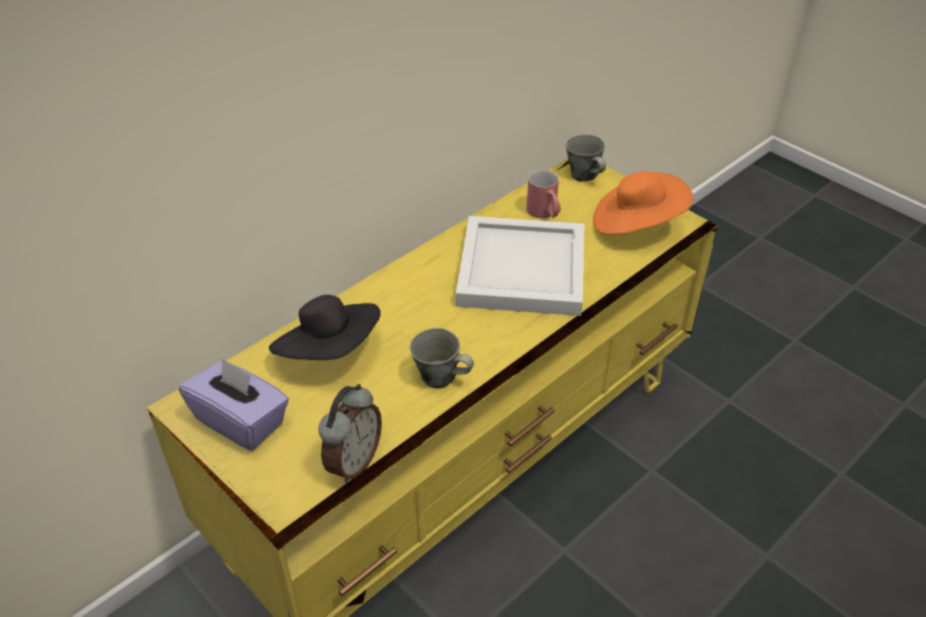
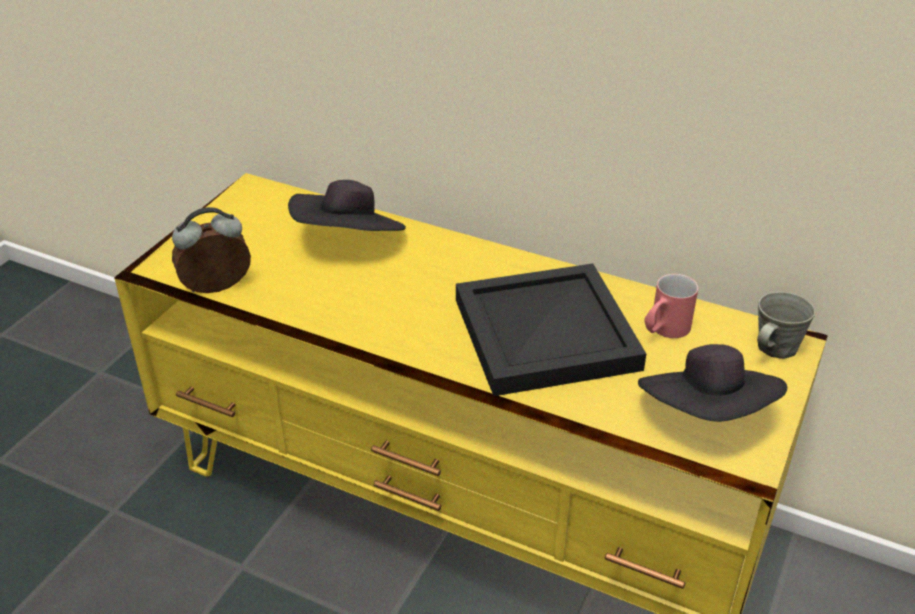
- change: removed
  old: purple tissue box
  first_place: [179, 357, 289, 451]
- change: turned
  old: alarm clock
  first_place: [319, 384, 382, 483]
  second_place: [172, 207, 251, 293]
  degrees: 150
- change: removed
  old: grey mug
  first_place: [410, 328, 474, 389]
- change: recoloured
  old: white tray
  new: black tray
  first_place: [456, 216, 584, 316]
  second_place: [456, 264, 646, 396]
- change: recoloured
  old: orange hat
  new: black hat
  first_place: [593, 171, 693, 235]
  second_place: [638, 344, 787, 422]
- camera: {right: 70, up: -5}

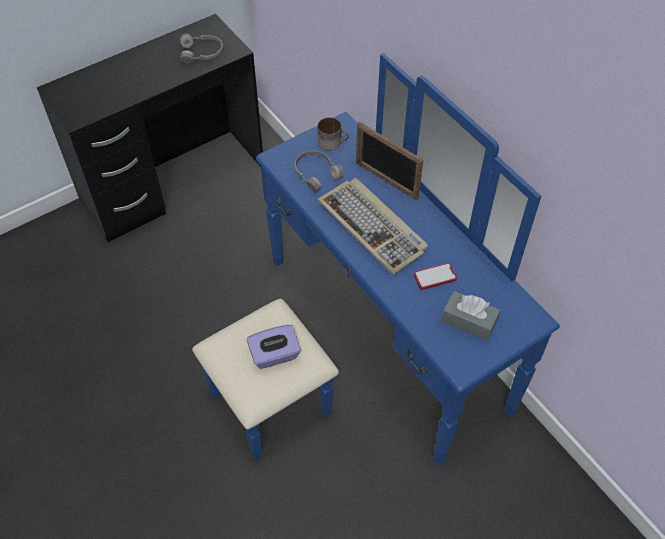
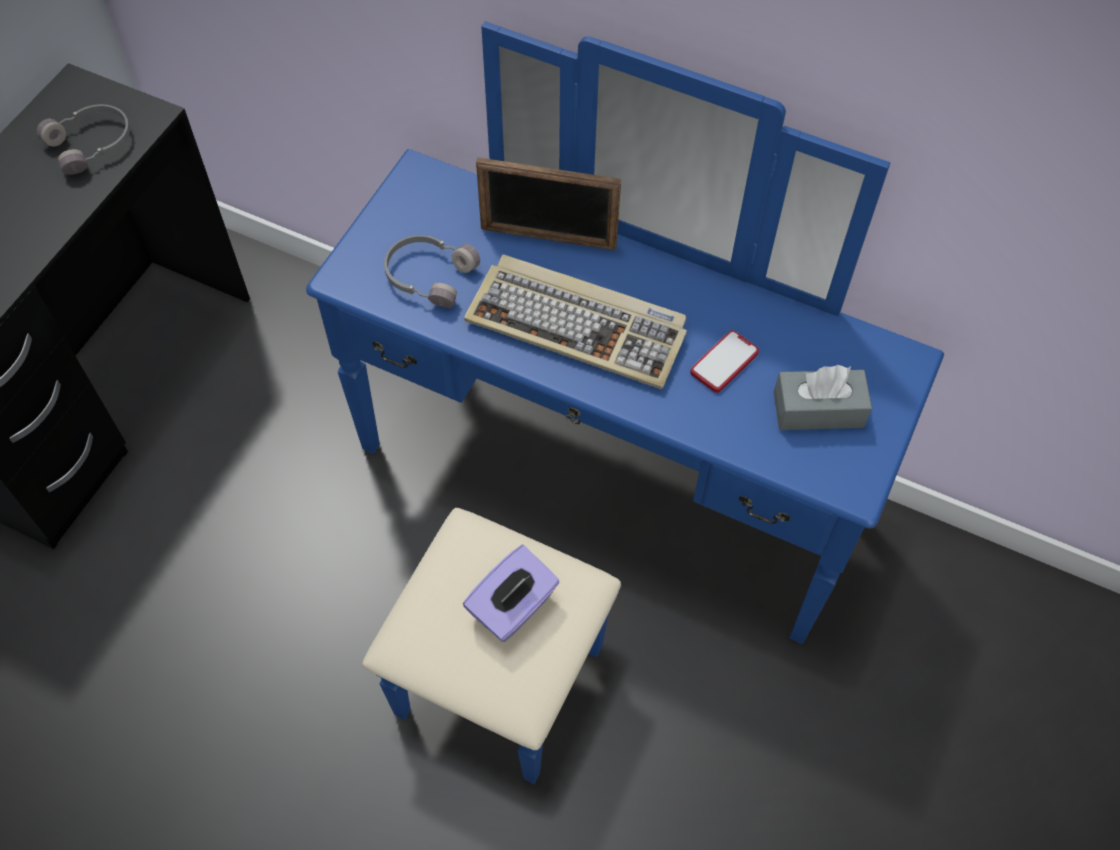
- change: removed
  old: mug
  first_place: [317, 117, 349, 151]
- camera: {right: -30, up: 5}

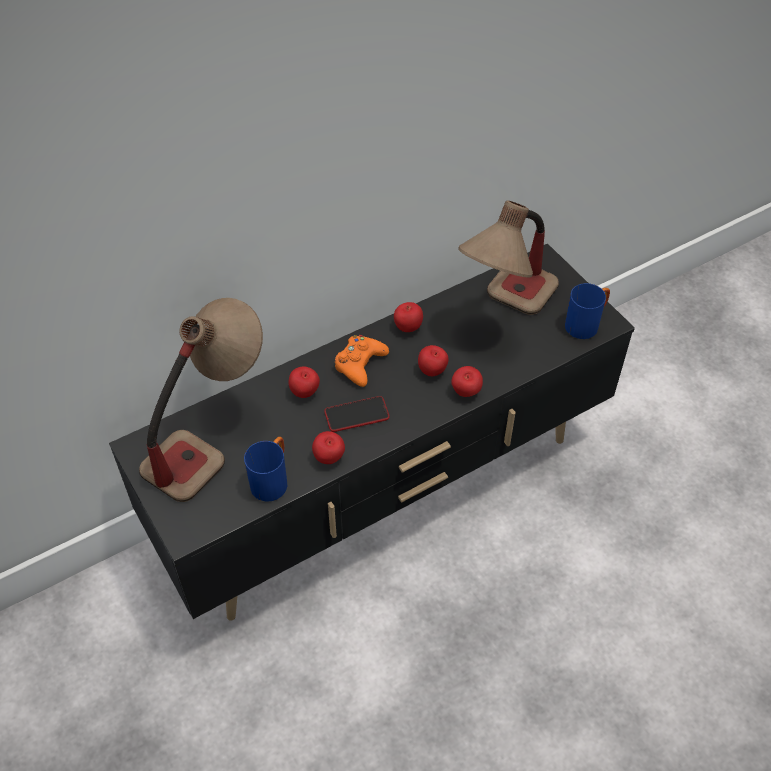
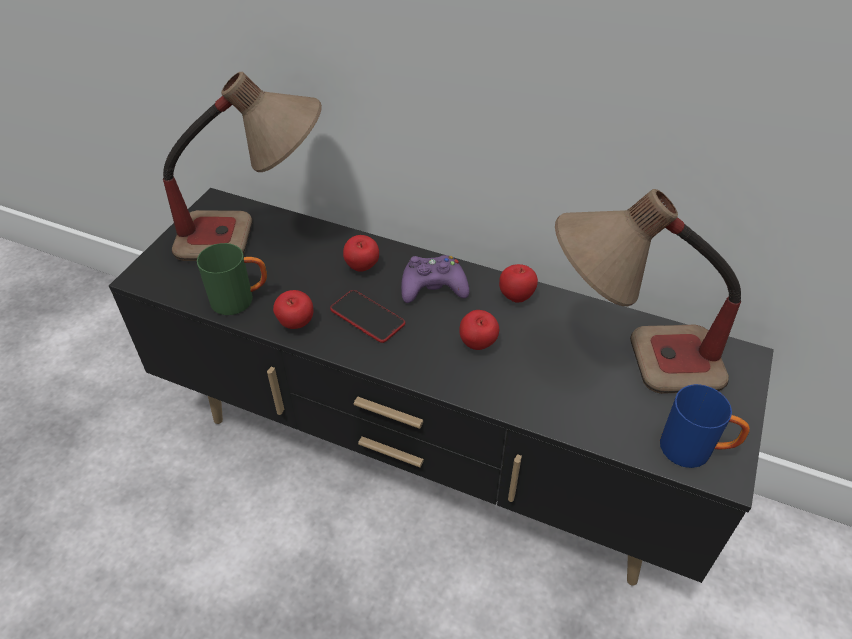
- change: recoloured
  old: blue mug
  new: green mug
  first_place: [244, 437, 287, 502]
  second_place: [197, 243, 267, 315]
- change: recoloured
  old: orange game controller
  new: purple game controller
  first_place: [335, 335, 389, 387]
  second_place: [401, 255, 469, 303]
- change: removed
  old: apple
  first_place: [451, 366, 483, 397]
- camera: {right: 55, up: -5}

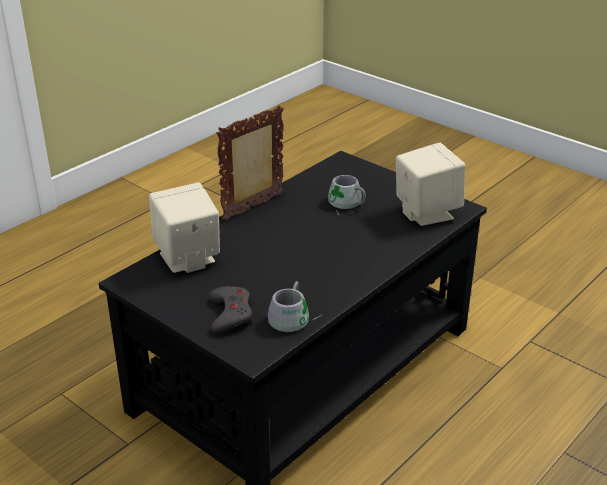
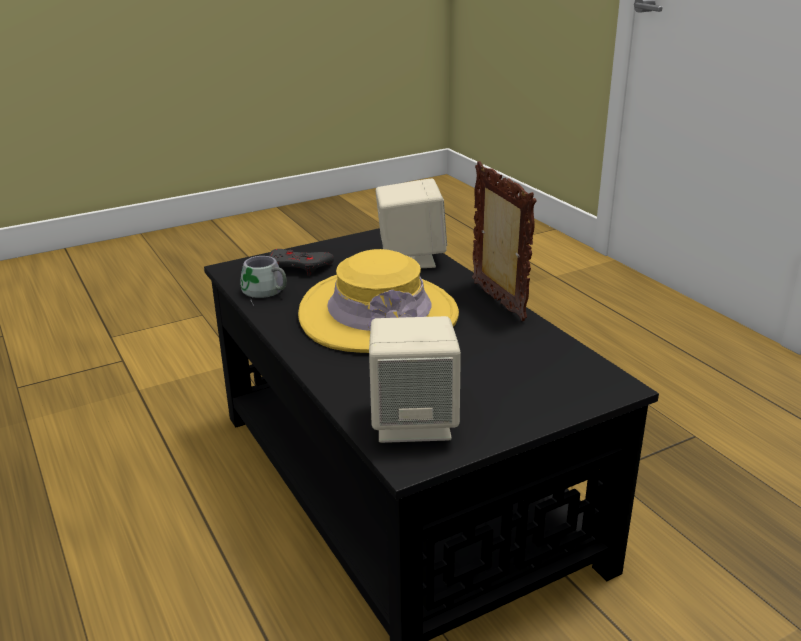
- change: removed
  old: grey mug
  first_place: [328, 175, 366, 216]
- change: added
  new: yellow hat
  second_place: [298, 249, 459, 353]
- camera: {right: 110, up: -5}

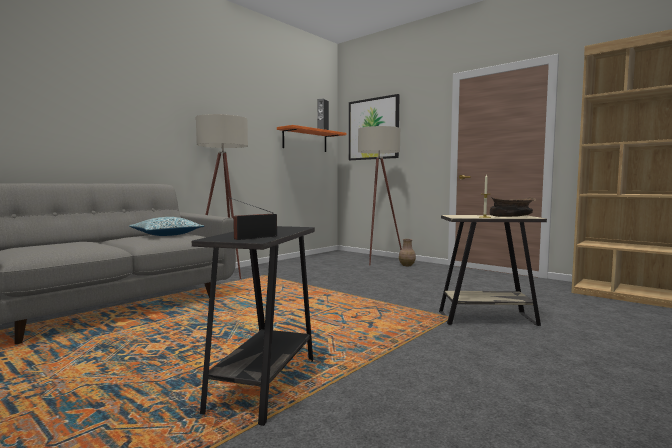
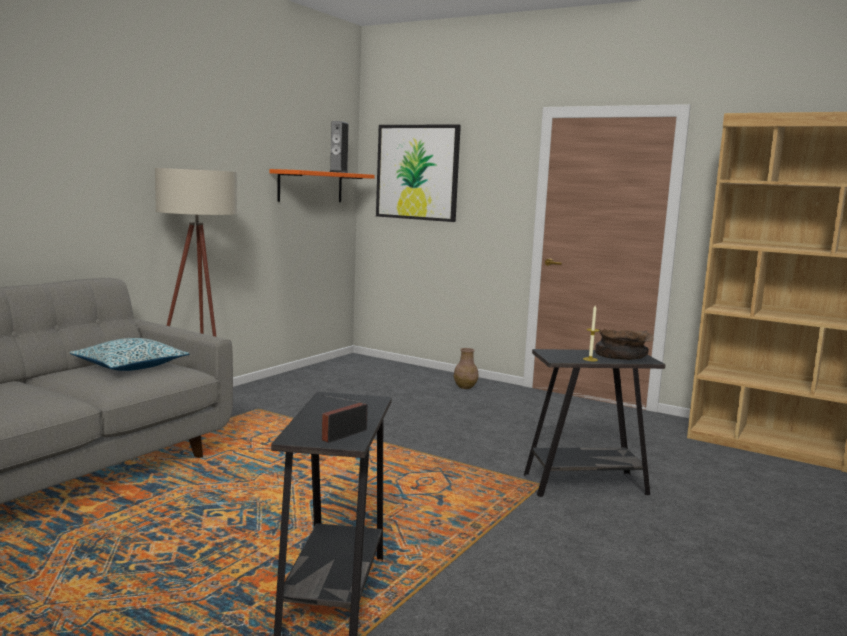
- change: removed
  old: beige floor lamp
  first_place: [358, 126, 402, 265]
- change: recoloured
  old: beige side table
  new: black side table
  first_place: [439, 215, 547, 326]
  second_place: [524, 349, 665, 497]
- camera: {right: -10, up: 5}

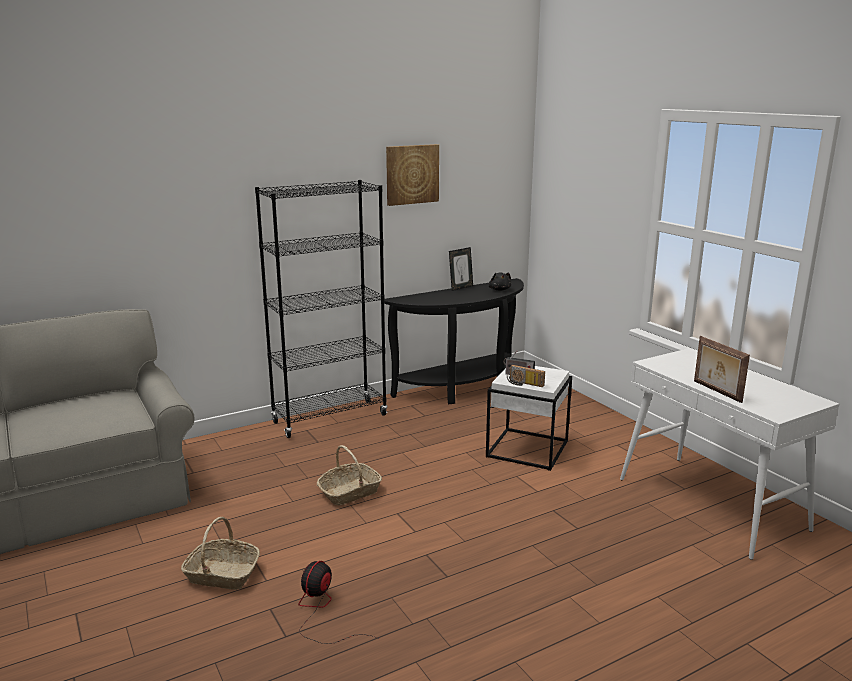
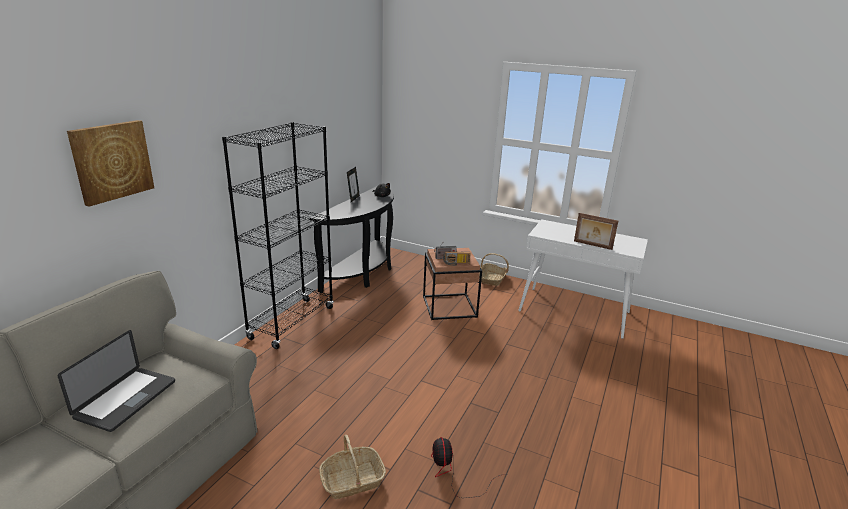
- change: moved
  old: basket
  first_place: [317, 445, 382, 505]
  second_place: [479, 253, 509, 286]
- change: moved
  old: picture
  first_place: [386, 144, 439, 206]
  second_place: [67, 120, 154, 207]
- change: recoloured
  old: white side table
  new: brown side table
  first_place: [486, 366, 572, 471]
  second_place: [423, 248, 482, 320]
- change: added
  new: laptop
  second_place: [58, 330, 175, 432]
- camera: {right: -35, up: 5}

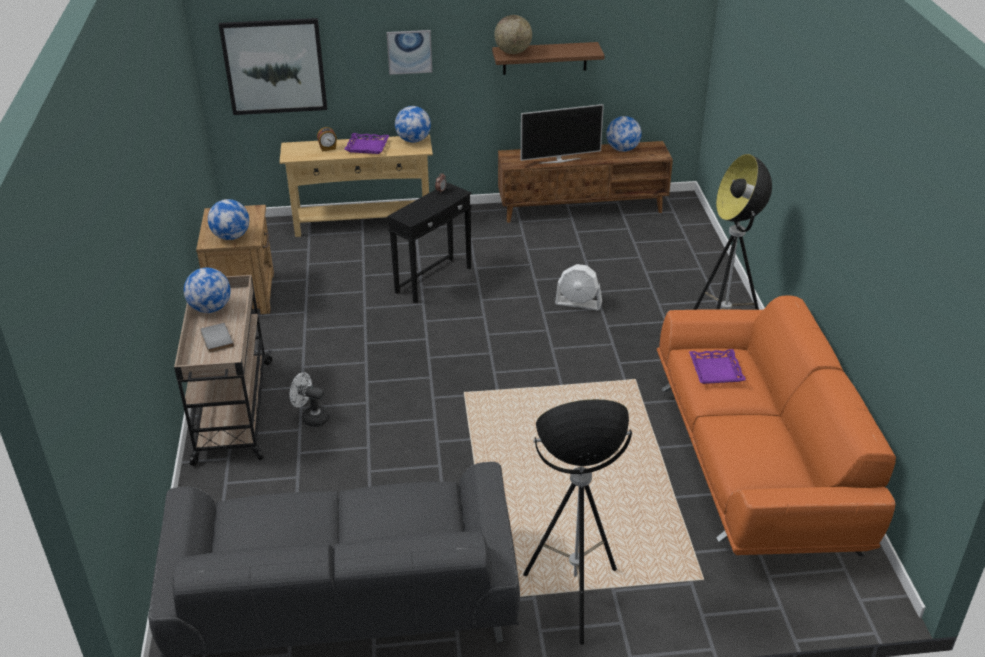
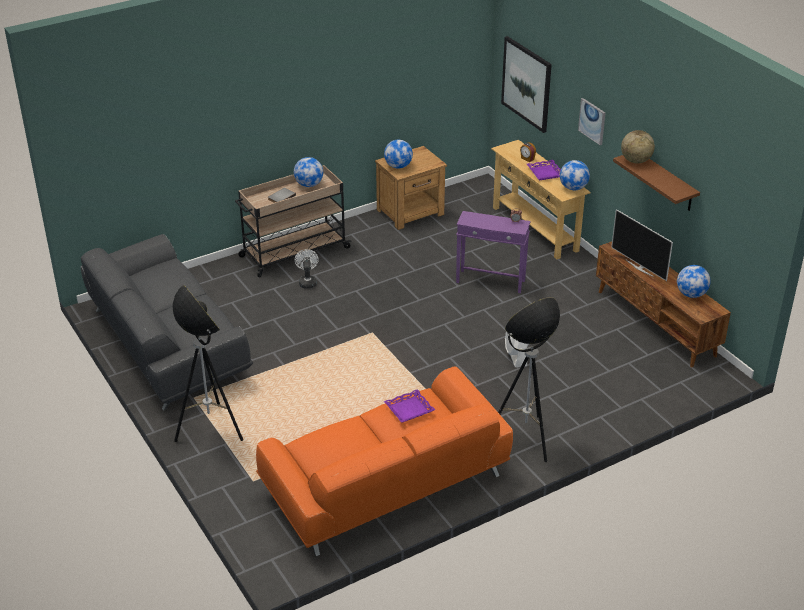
- change: recoloured
  old: black side table
  new: purple side table
  first_place: [387, 183, 472, 303]
  second_place: [456, 211, 531, 293]
- camera: {right: 65, up: 0}

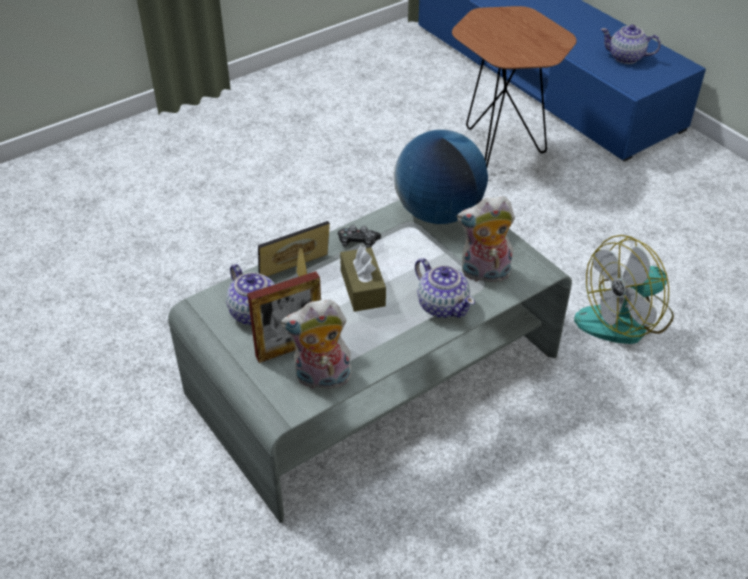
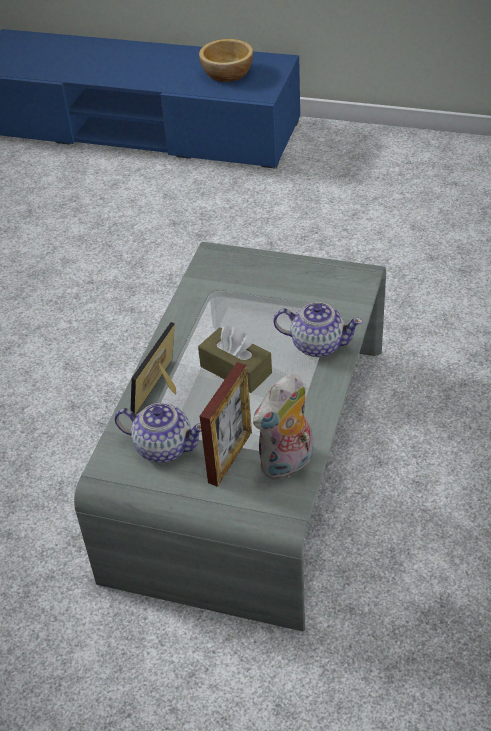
- change: removed
  old: game controller
  first_place: [338, 225, 381, 248]
- change: removed
  old: globe
  first_place: [394, 130, 488, 224]
- change: removed
  old: brown side table
  first_place: [452, 6, 577, 167]
- change: removed
  old: plush toy
  first_place: [457, 196, 515, 283]
- change: removed
  old: fan
  first_place: [574, 235, 674, 344]
- change: replaced
  old: teapot
  new: bowl
  first_place: [600, 25, 661, 64]
  second_place: [199, 39, 253, 82]
- camera: {right: -35, up: 0}

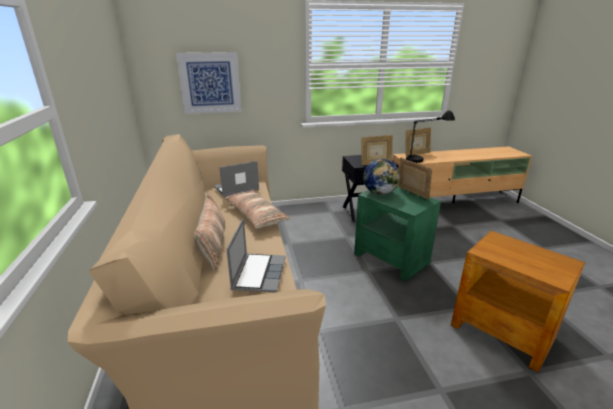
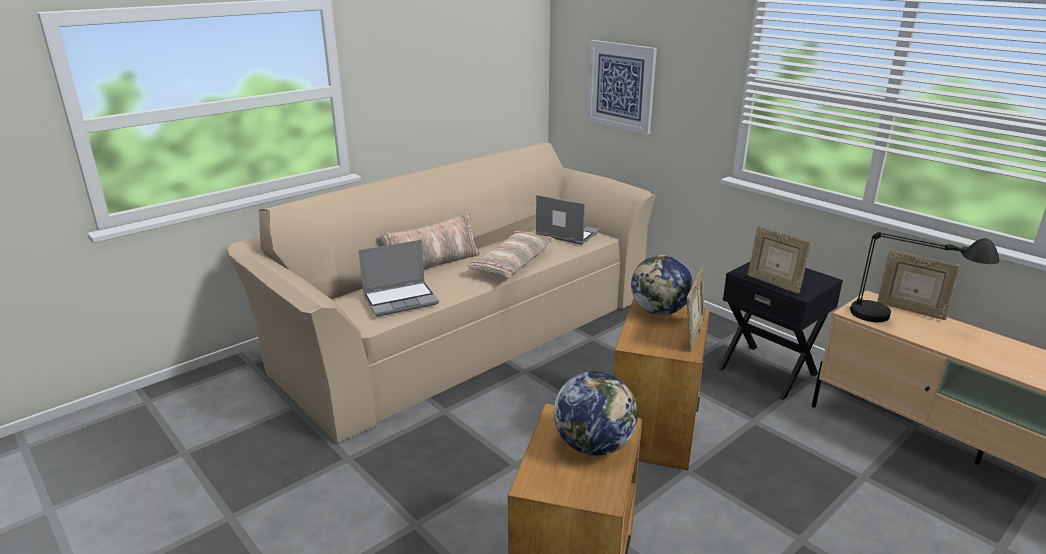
- change: recoloured
  old: green side table
  new: brown side table
  first_place: [354, 187, 441, 282]
  second_place: [613, 298, 710, 470]
- change: added
  new: globe
  second_place: [554, 371, 638, 456]
- camera: {right: 60, up: 0}

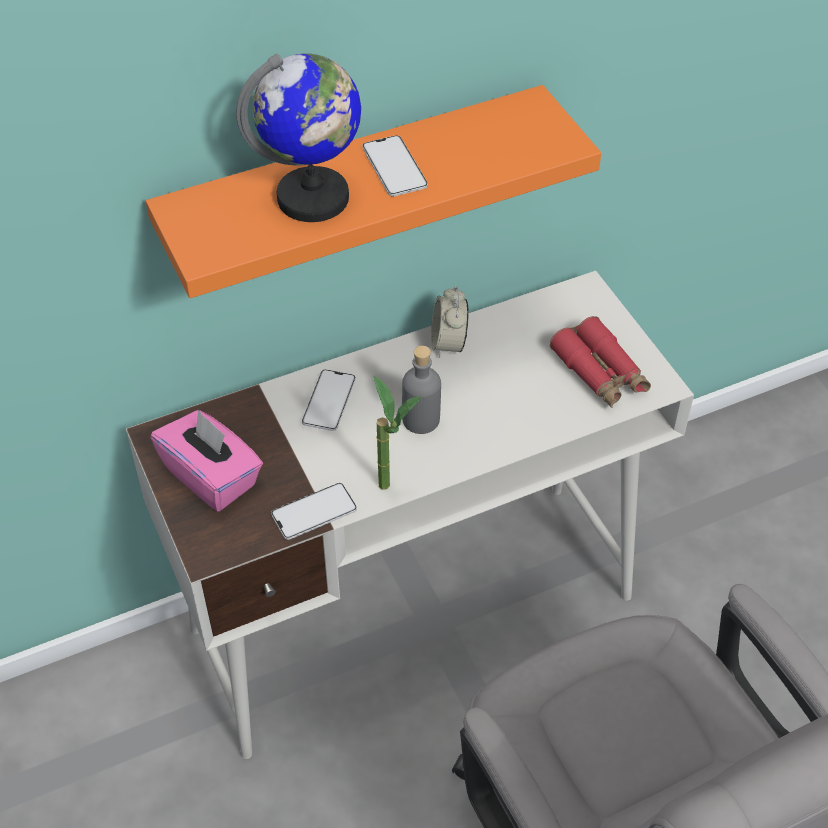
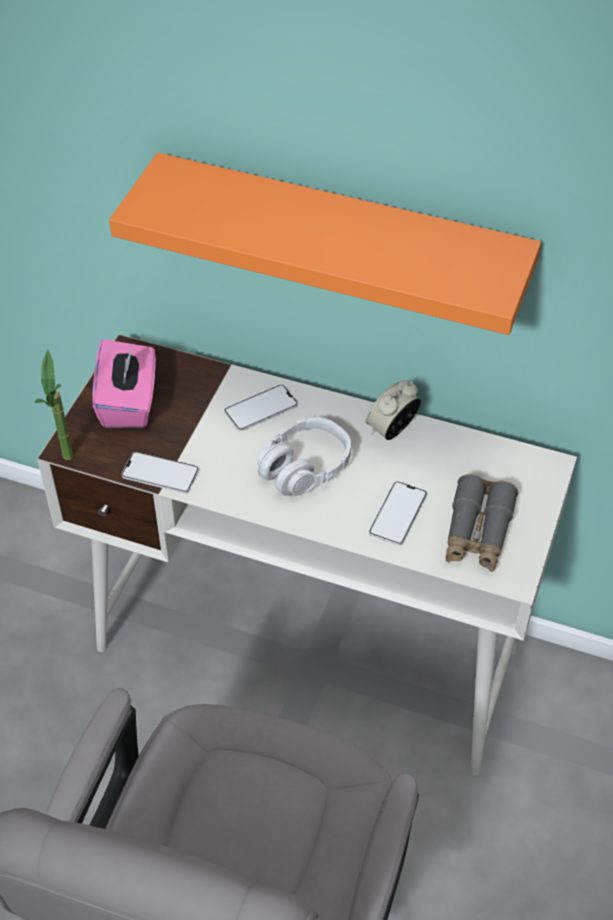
- change: removed
  old: globe
  first_place: [236, 53, 361, 222]
- change: moved
  old: phone
  first_place: [362, 135, 428, 196]
  second_place: [369, 481, 427, 545]
- change: moved
  old: potted plant
  first_place: [374, 375, 422, 490]
  second_place: [34, 350, 73, 460]
- change: replaced
  old: grey bottle
  new: grey headphones
  first_place: [402, 346, 441, 434]
  second_place: [257, 417, 351, 496]
- change: recoloured
  old: red binoculars
  new: grey binoculars
  first_place: [550, 316, 651, 408]
  second_place: [445, 474, 518, 572]
- camera: {right: 45, up: 0}

